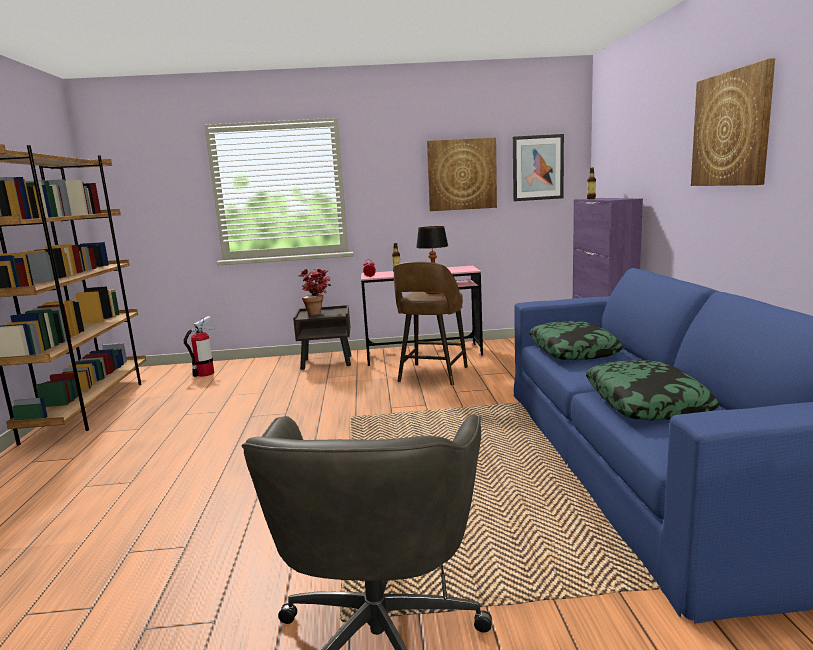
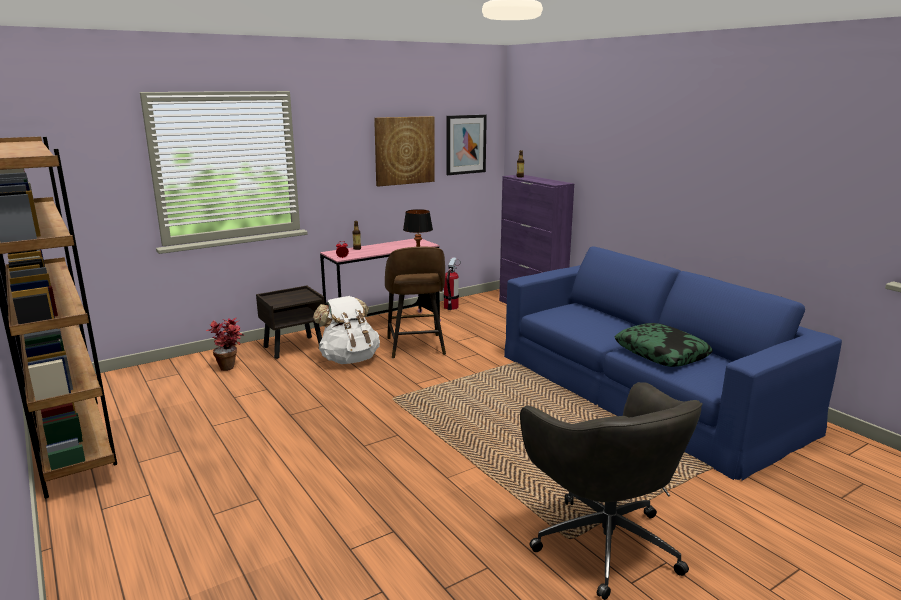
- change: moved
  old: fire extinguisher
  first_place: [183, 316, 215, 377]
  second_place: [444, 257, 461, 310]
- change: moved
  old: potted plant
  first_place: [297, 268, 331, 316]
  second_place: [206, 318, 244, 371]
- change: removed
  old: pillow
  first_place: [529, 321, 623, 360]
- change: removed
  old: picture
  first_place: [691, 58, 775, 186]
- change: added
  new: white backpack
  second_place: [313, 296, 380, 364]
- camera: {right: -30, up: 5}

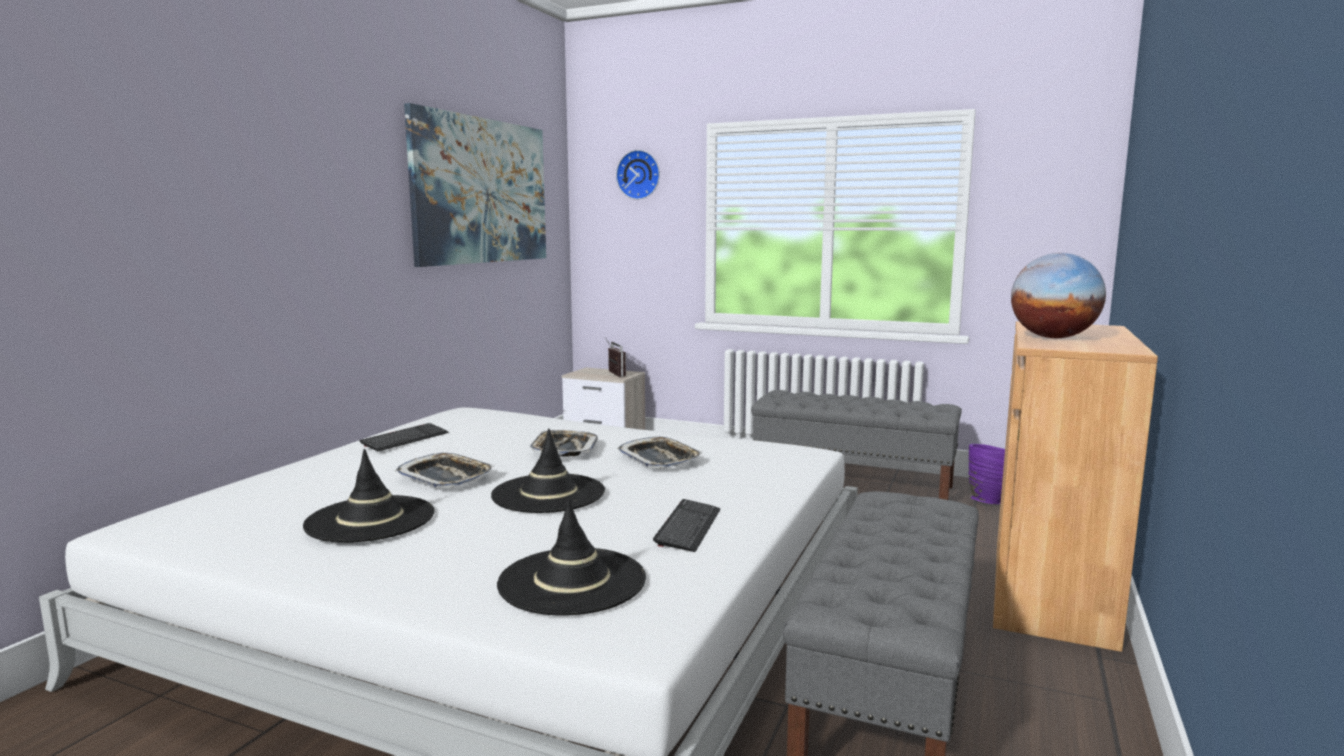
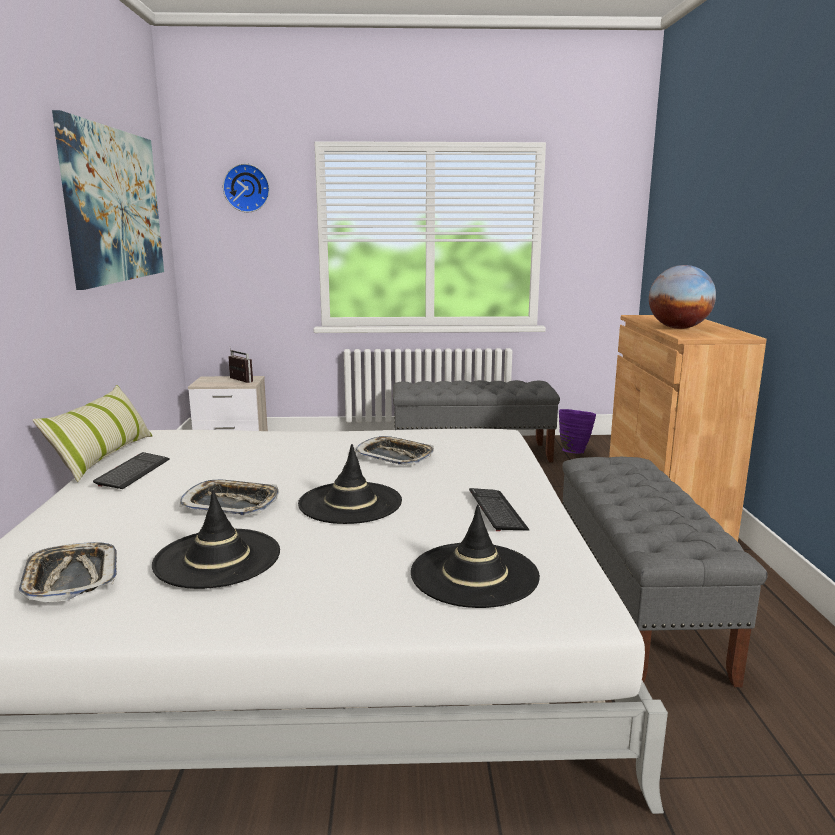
- change: moved
  old: tray
  first_place: [530, 430, 598, 456]
  second_place: [18, 542, 117, 602]
- change: added
  new: pillow
  second_place: [33, 385, 152, 482]
- camera: {right: -25, up: 5}

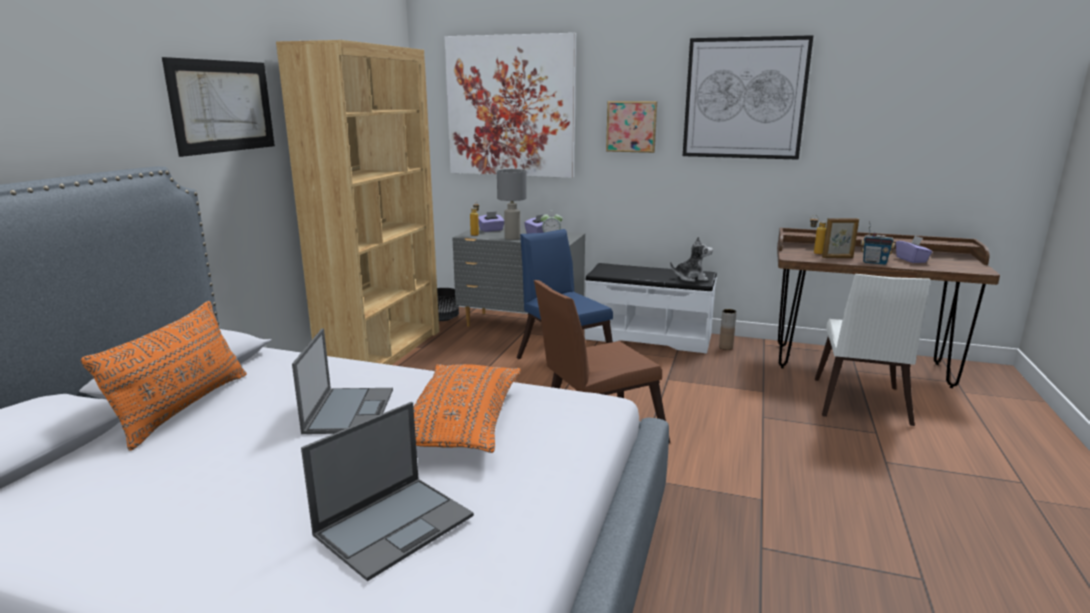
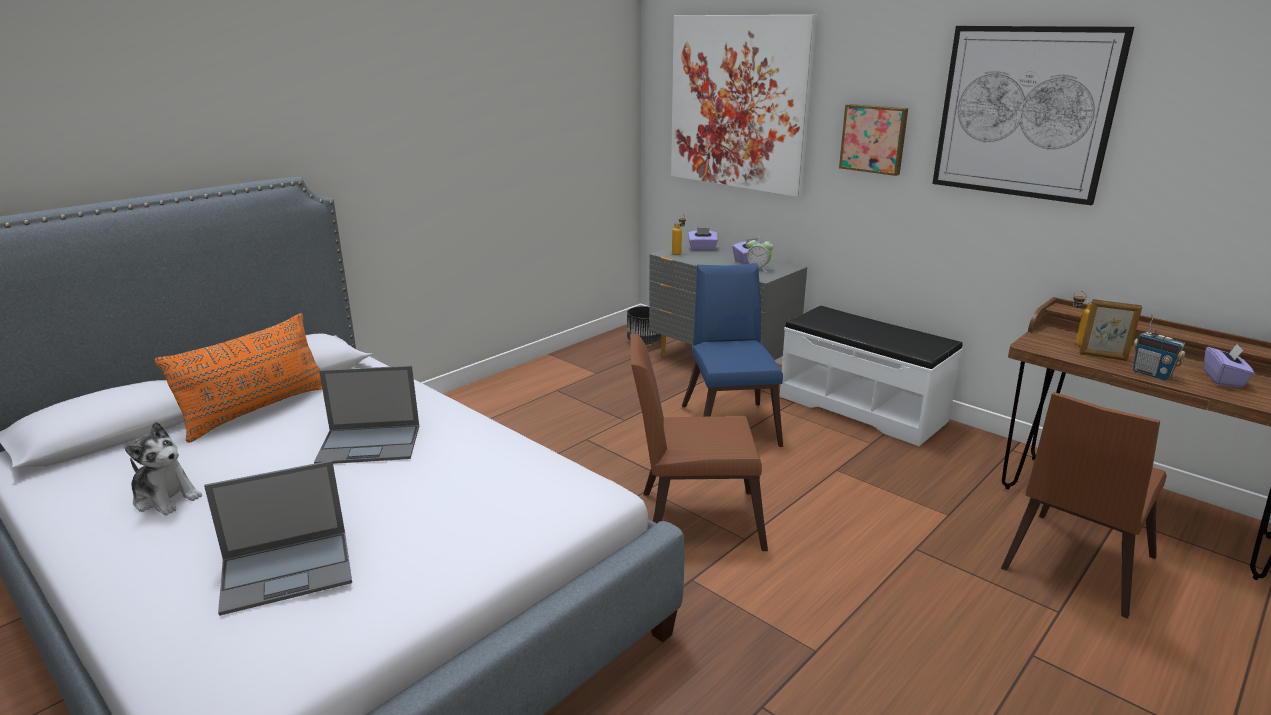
- change: removed
  old: picture
  first_place: [162, 57, 275, 157]
- change: removed
  old: brown bookcase
  first_place: [276, 40, 439, 365]
- change: turned
  old: laptop
  first_place: [292, 328, 393, 434]
  second_place: [314, 366, 419, 464]
  degrees: 60
- change: removed
  old: orange pillow
  first_place: [413, 364, 521, 453]
- change: removed
  old: grey table lamp
  first_place: [497, 169, 527, 240]
- change: moved
  old: plush toy
  first_place: [670, 236, 713, 282]
  second_place: [125, 422, 202, 515]
- change: removed
  old: brown vase
  first_place: [719, 309, 737, 350]
- change: recoloured
  old: white chair
  new: brown chair
  first_place: [815, 274, 930, 426]
  second_place: [1001, 392, 1167, 619]
- camera: {right: 25, up: 5}

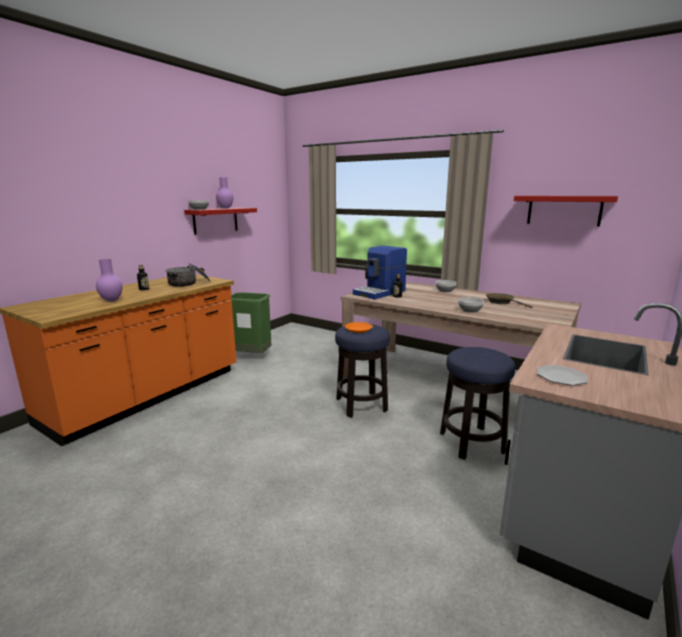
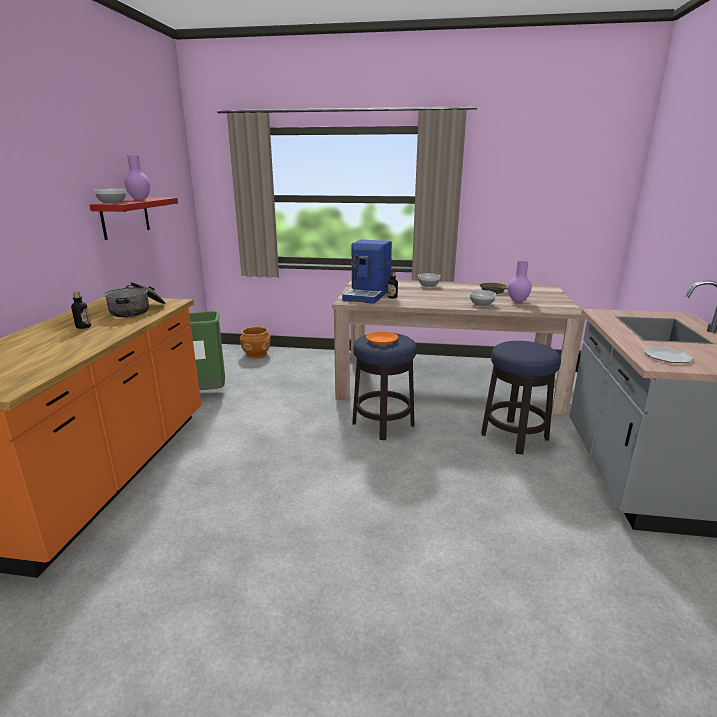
- change: moved
  old: purple vase
  first_place: [96, 259, 123, 302]
  second_place: [508, 261, 532, 303]
- change: removed
  old: red shelf
  first_place: [514, 196, 618, 226]
- change: added
  new: brown planter
  second_place: [240, 327, 271, 358]
- camera: {right: -25, up: 5}

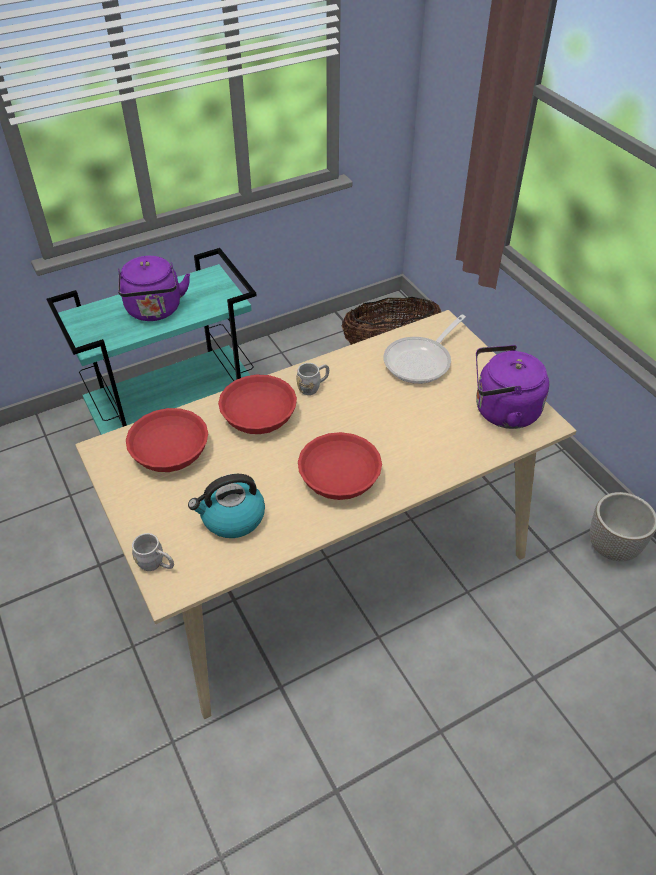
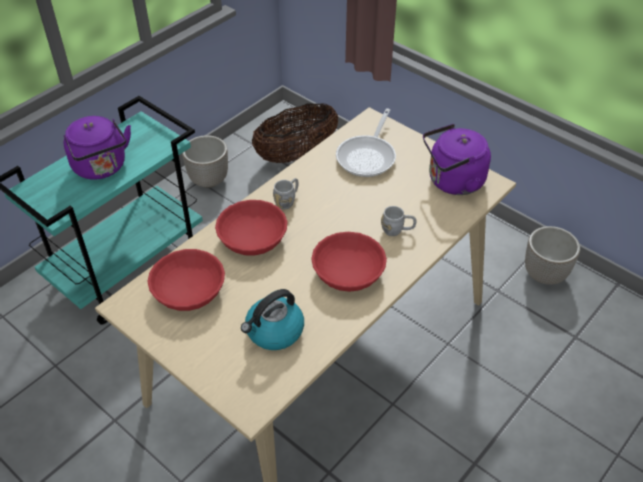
- change: moved
  old: grey mug
  first_place: [132, 533, 174, 571]
  second_place: [381, 206, 416, 236]
- change: added
  new: planter
  second_place: [182, 135, 228, 188]
- camera: {right: -20, up: 0}

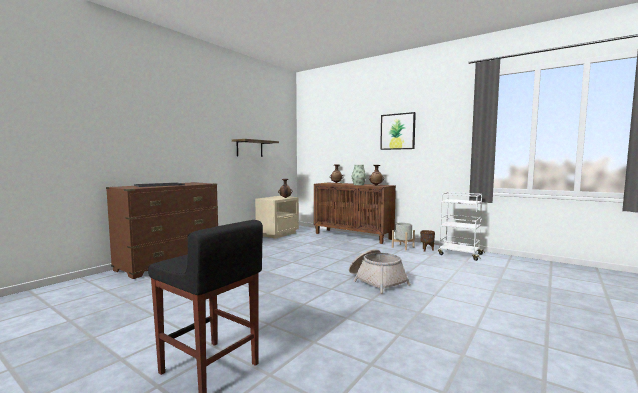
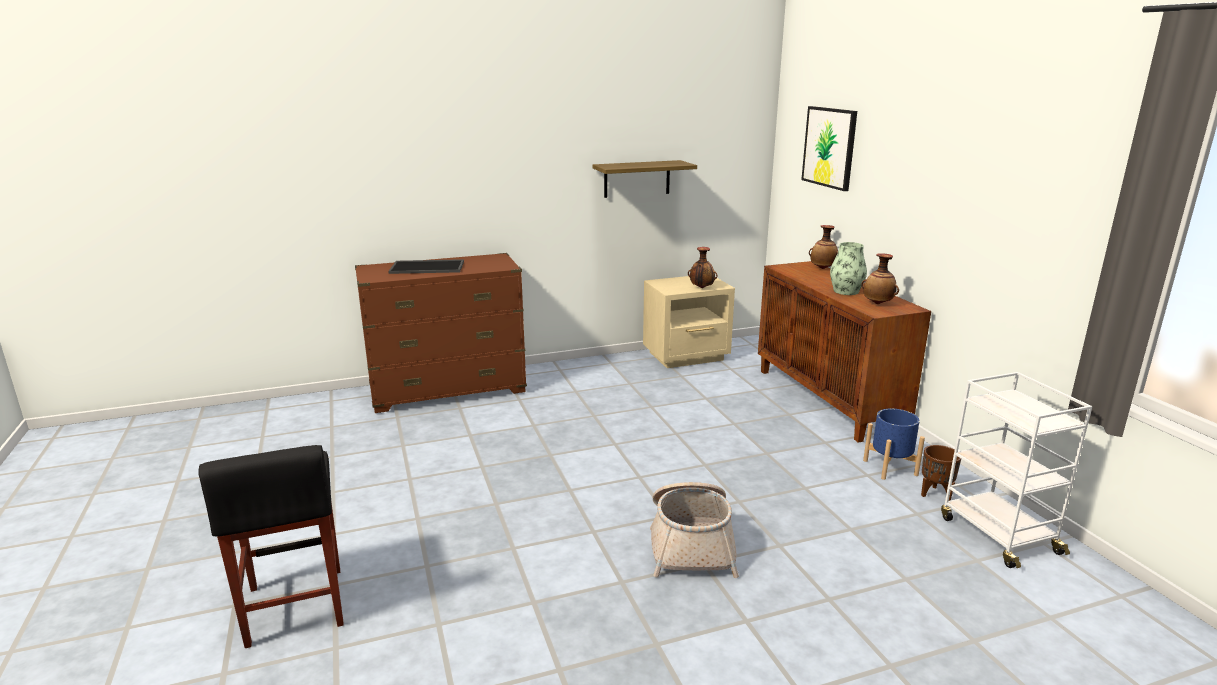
- change: moved
  old: picture
  first_place: [380, 112, 416, 150]
  second_place: [801, 106, 857, 191]
- change: recoloured
  old: grey planter
  new: blue planter
  first_place: [392, 223, 415, 250]
  second_place: [863, 409, 925, 480]
- camera: {right: 35, up: 15}

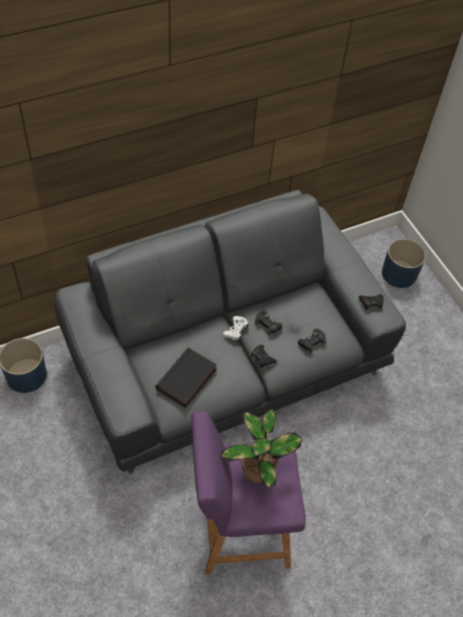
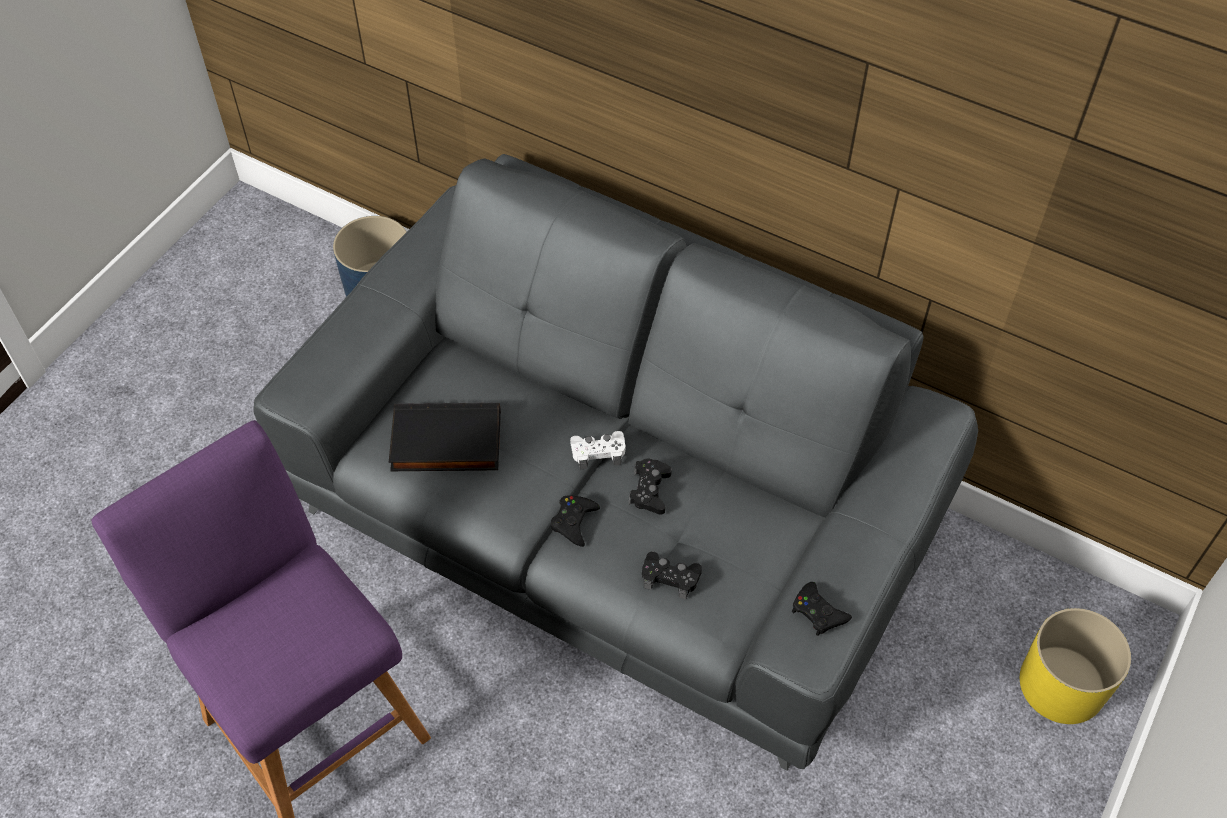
- change: removed
  old: potted plant
  first_place: [220, 409, 301, 487]
- change: recoloured
  old: blue planter
  new: yellow planter
  first_place: [382, 239, 426, 288]
  second_place: [1020, 608, 1131, 724]
- camera: {right: 60, up: 0}

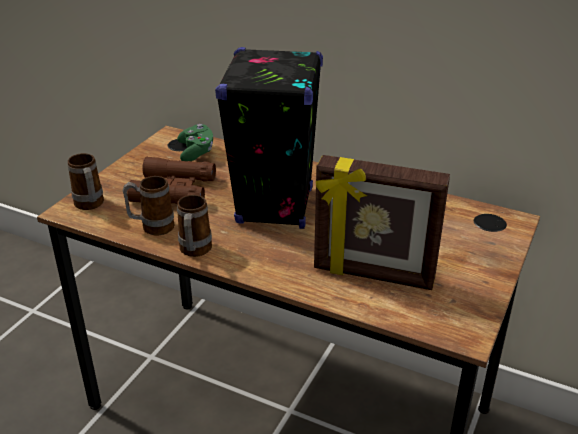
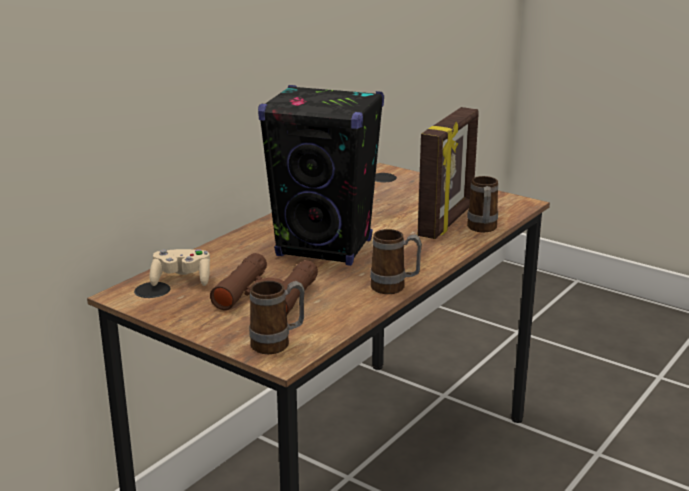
- change: moved
  old: mug
  first_place: [122, 176, 174, 235]
  second_place: [467, 176, 498, 232]
- change: recoloured
  old: green game controller
  new: beige game controller
  first_place: [177, 124, 213, 161]
  second_place: [150, 249, 210, 286]
- camera: {right: -80, up: -10}

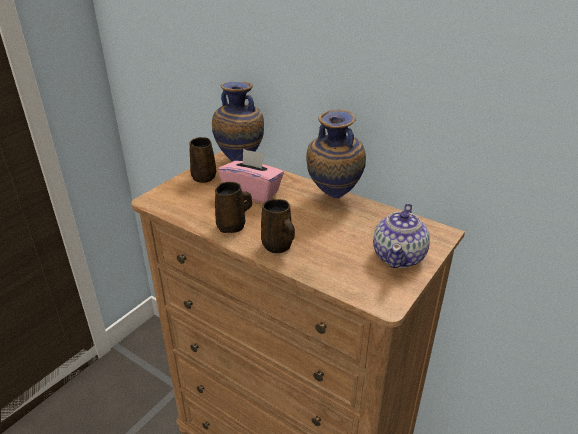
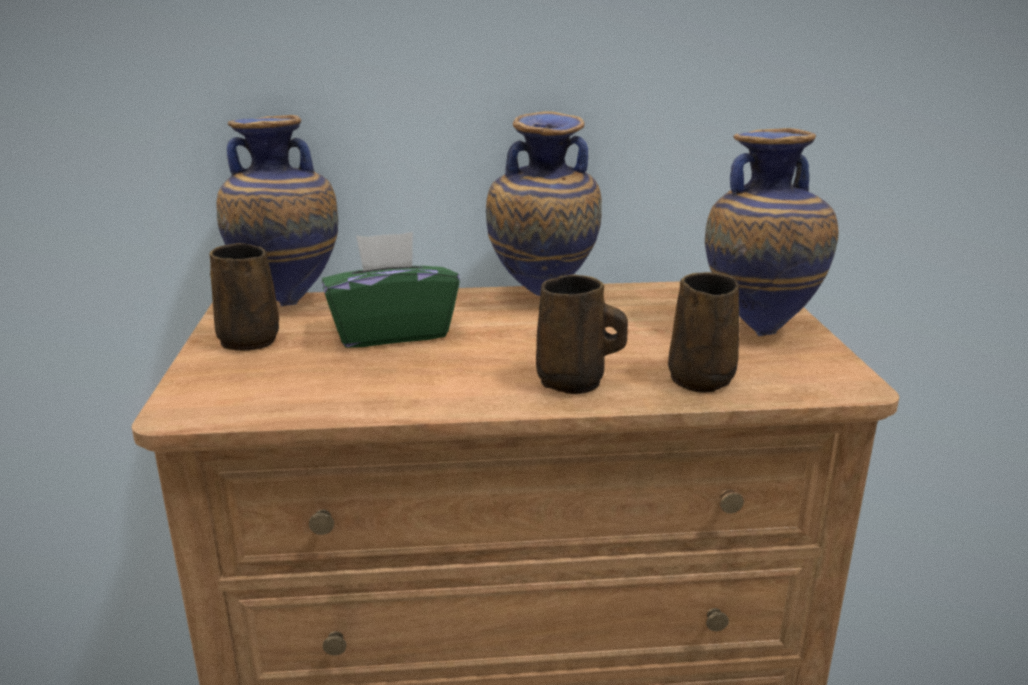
- change: moved
  old: brown mug
  first_place: [215, 182, 252, 233]
  second_place: [668, 272, 739, 393]
- change: recoloured
  old: pink tissue box
  new: green tissue box
  first_place: [218, 149, 284, 203]
  second_place: [322, 232, 460, 348]
- change: replaced
  old: teapot
  new: vase
  first_place: [373, 203, 430, 268]
  second_place: [705, 128, 839, 336]
- camera: {right: -40, up: -10}

